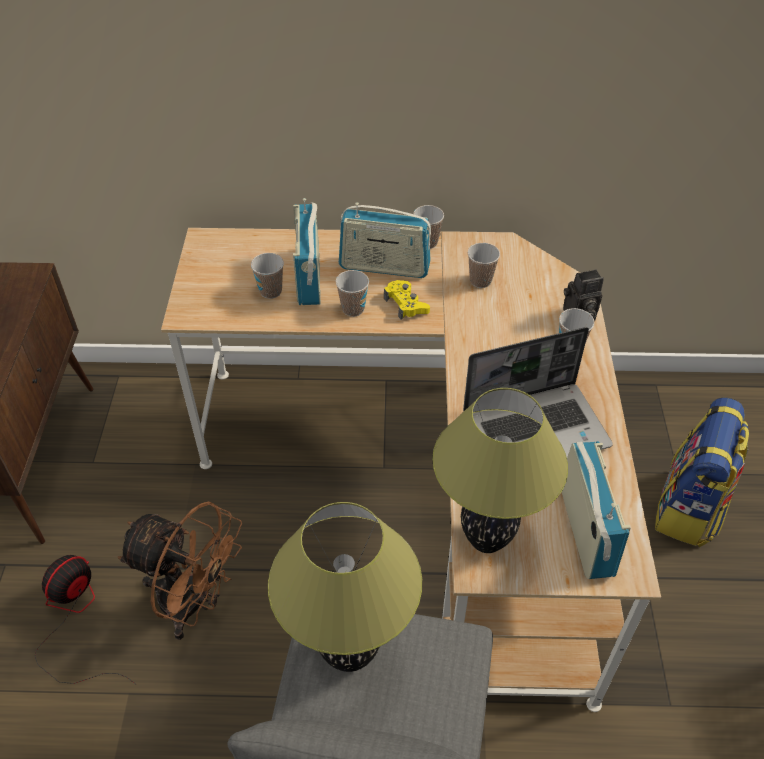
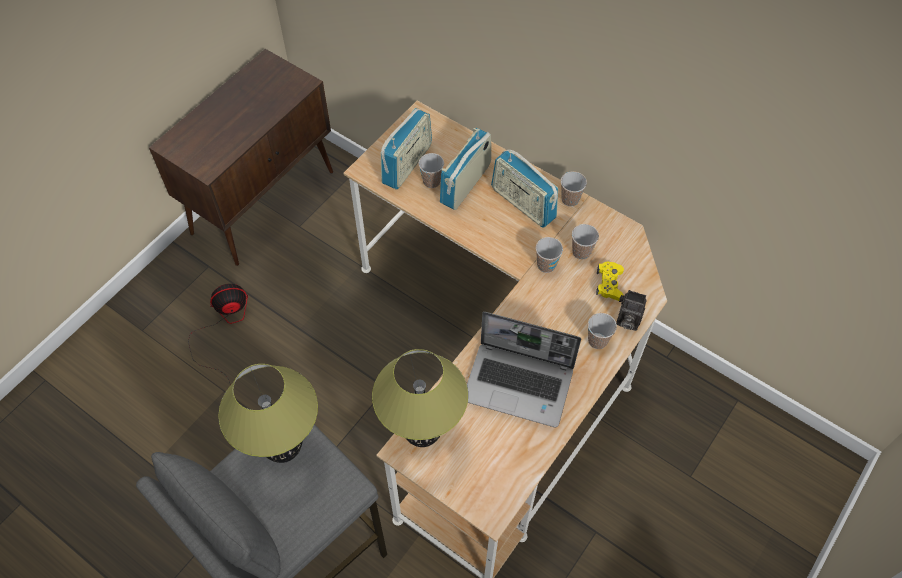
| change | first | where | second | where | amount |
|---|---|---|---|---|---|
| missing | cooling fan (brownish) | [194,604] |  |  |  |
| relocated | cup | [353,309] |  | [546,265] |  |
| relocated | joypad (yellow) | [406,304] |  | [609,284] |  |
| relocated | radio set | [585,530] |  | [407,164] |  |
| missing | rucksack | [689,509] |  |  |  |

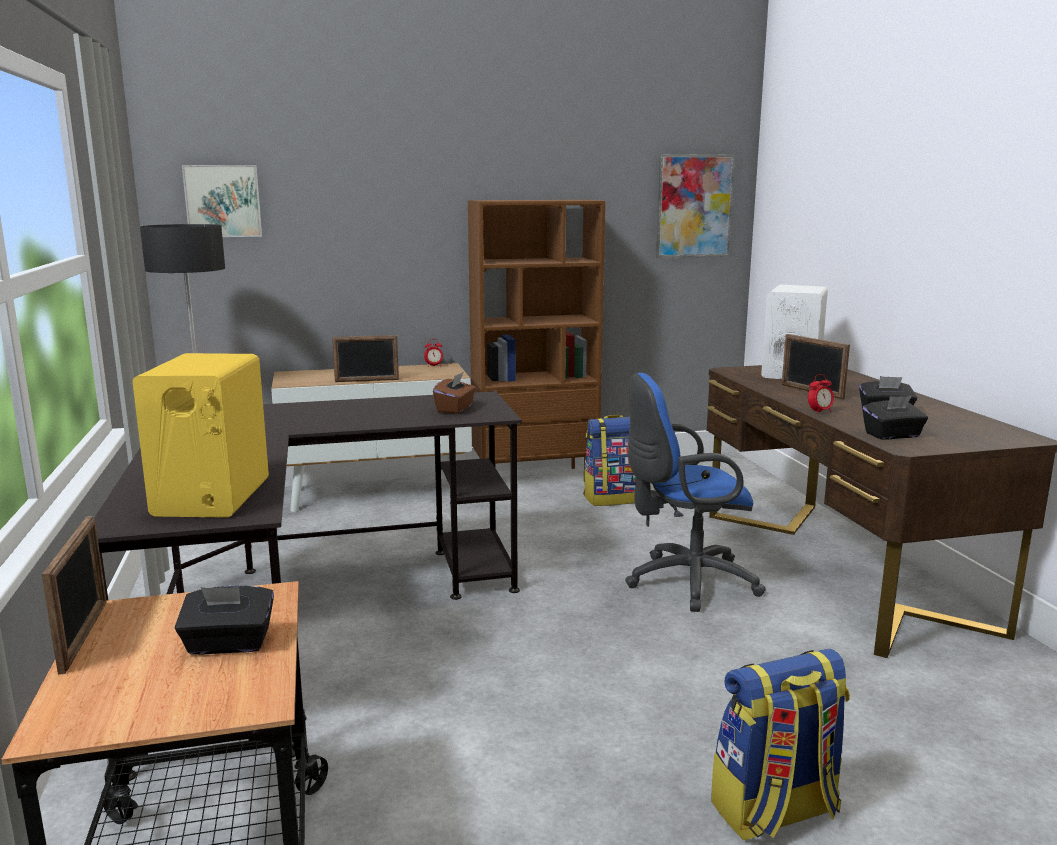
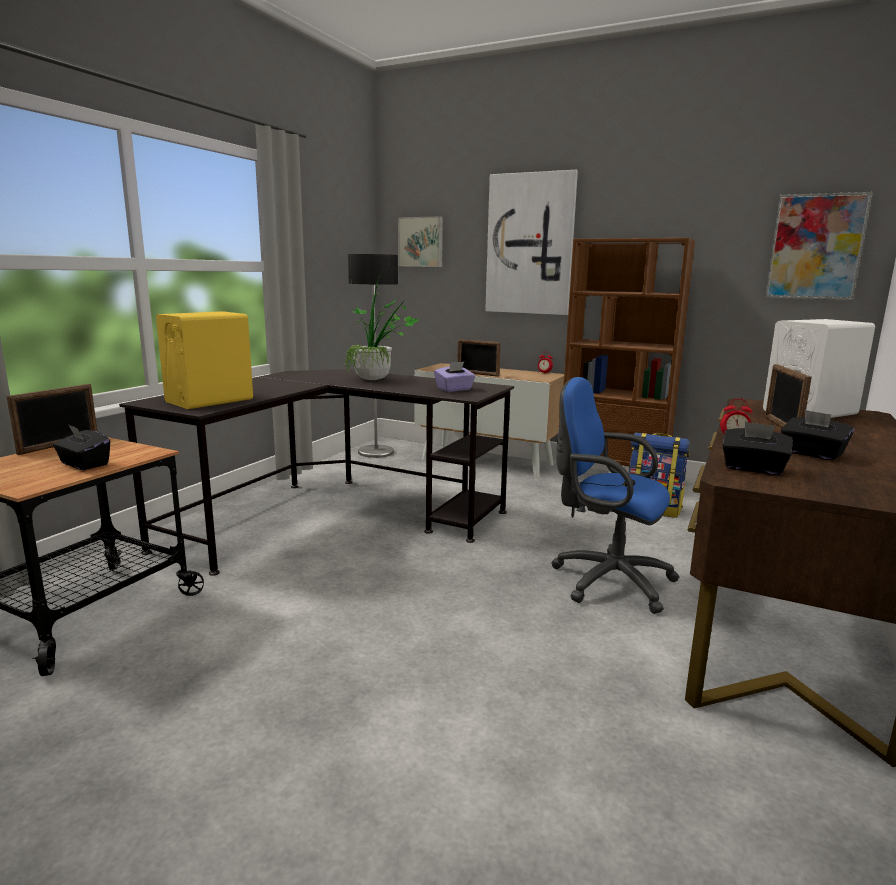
| change | first | where | second | where | amount |
|---|---|---|---|---|---|
| colour | box of tissues (brownish) | [455,409] | box of tissues (purple-coloured) | [454,389] |  |
| missing | rucksack | [775,811] |  |  |  |
| appeared |  |  | houseplant | [378,380] |  |
| appeared |  |  | wall art | [530,244] |  |

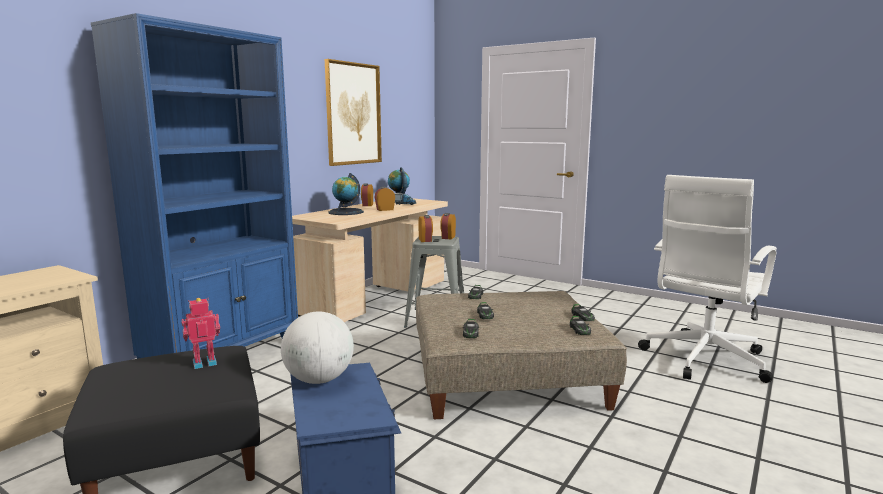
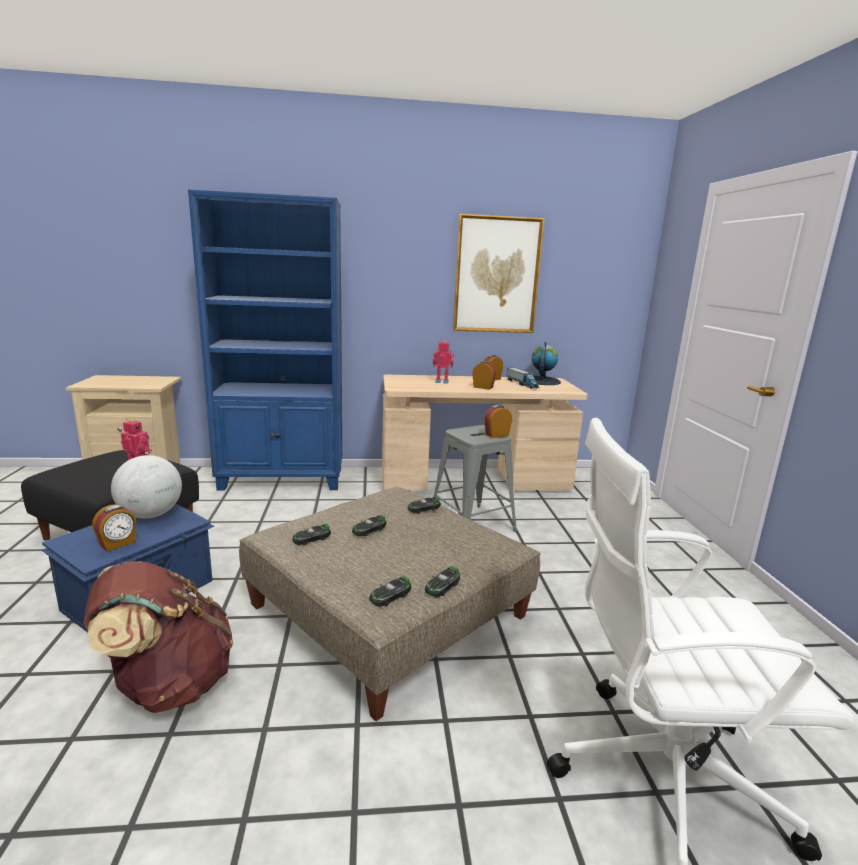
| change | first | where | second | where | amount |
|---|---|---|---|---|---|
| exchanged | desk globe | [346,212] | model robot | [442,381] |  |
| relocated | alarm clock | [425,240] |  | [117,544] |  |
| appeared |  |  | rucksack (brownish) | [168,684] |  |

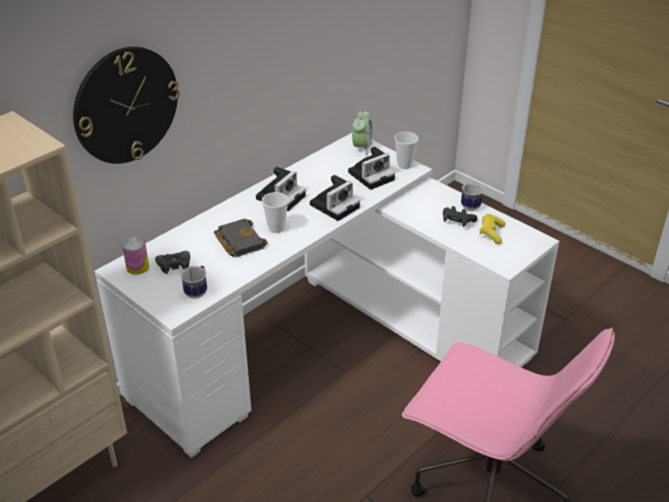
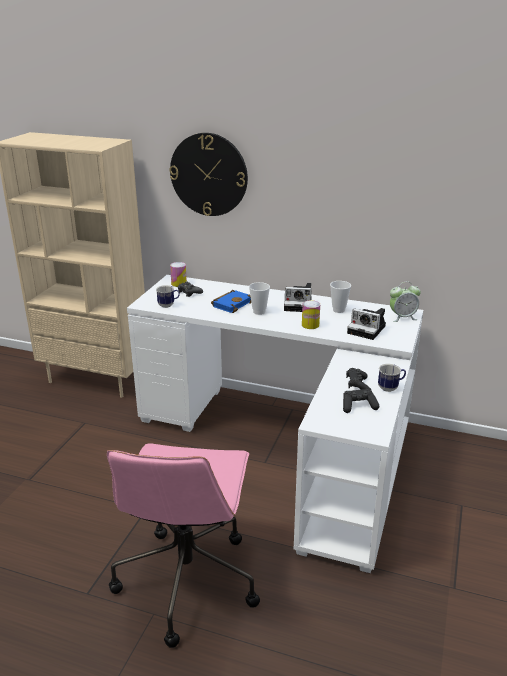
| change | first | where | second | where | amount |
|---|---|---|---|---|---|
| colour | volume (black) | [238,241] | volume (blue-coloured) | [232,304] |  |
| exchanged | photo camera | [335,205] | metal can | [310,325] |  |
| relocated | cup | [404,165] |  | [338,310] |  |
| colour | joypad (yellow) | [491,233] | joypad (black) | [358,406] |  |

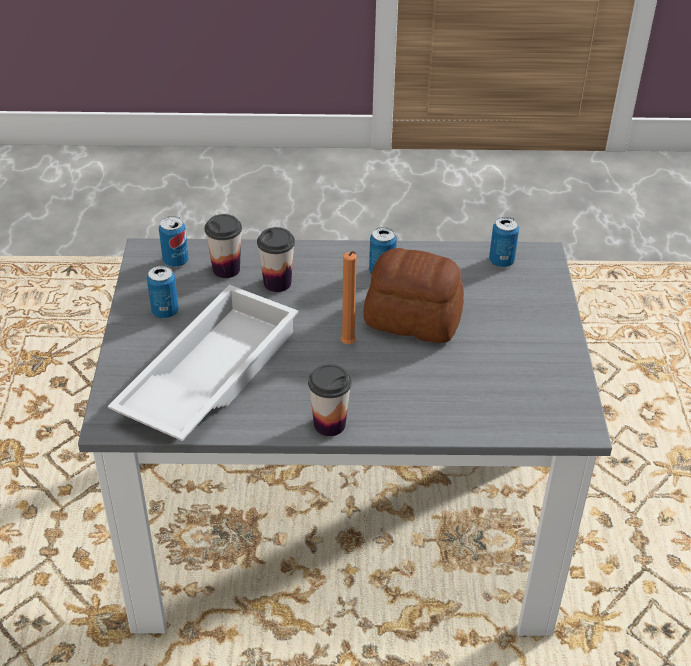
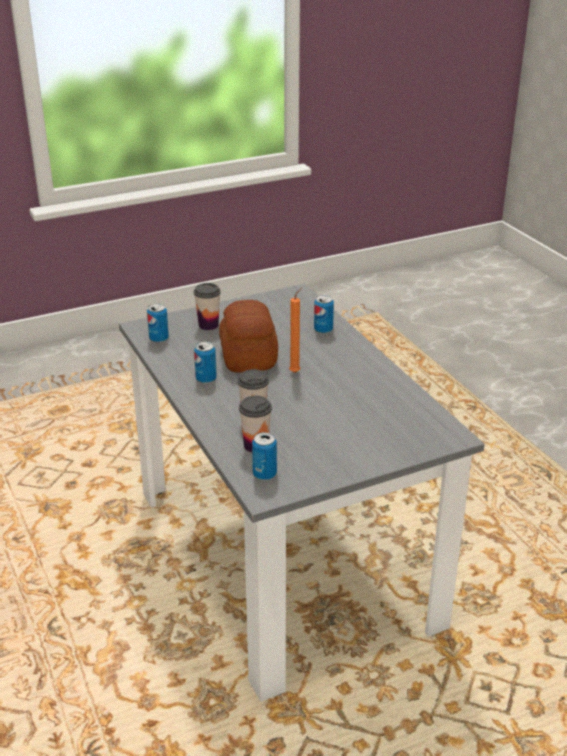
| change | first | where | second | where | amount |
|---|---|---|---|---|---|
| missing | carrying tray (white) | [208,374] |  |  |  |
| relocated | metal can | [165,311] |  | [323,330] |  |
| relocated | cup | [329,424] |  | [208,325] |  |

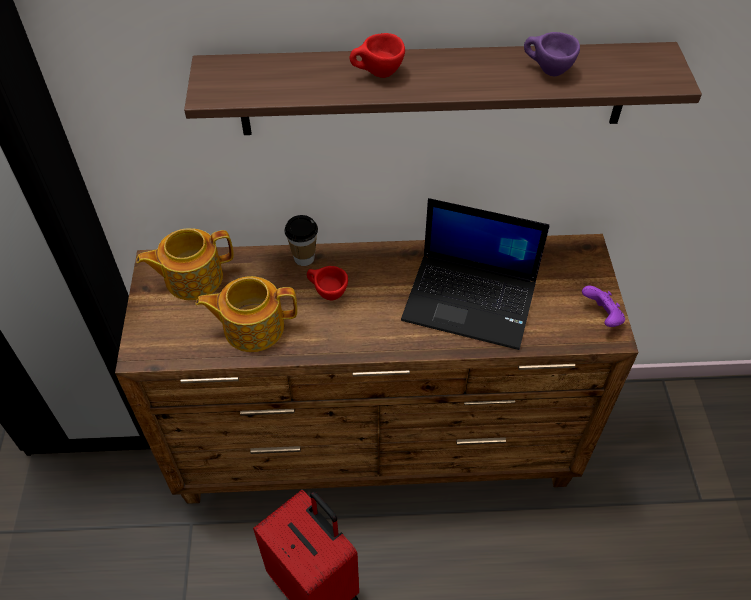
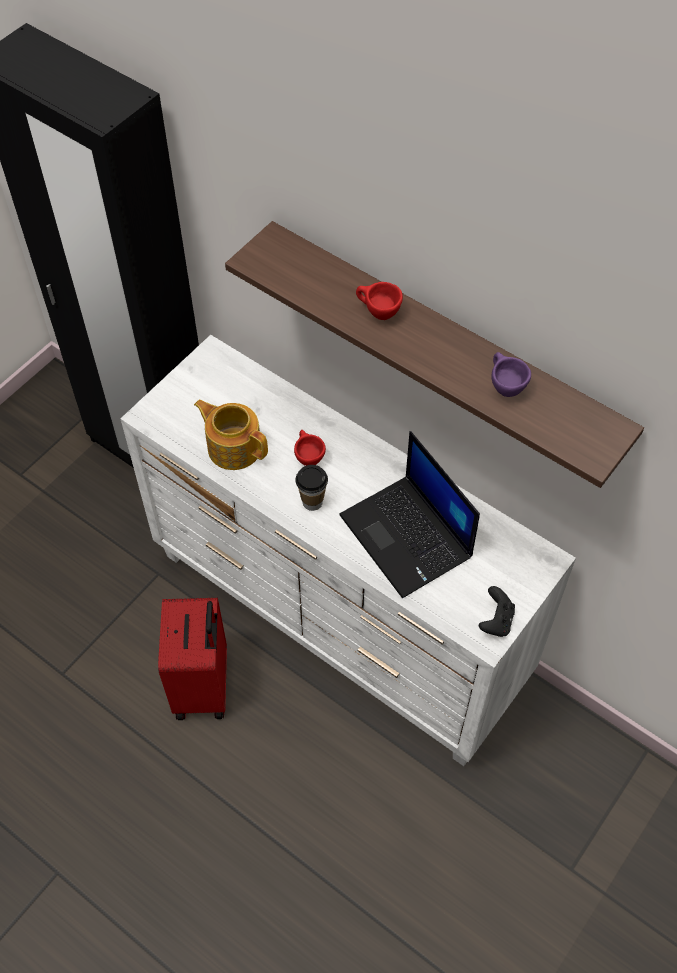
| change | first | where | second | where | amount |
|---|---|---|---|---|---|
| colour | drawer chest (brownish) | [377,448] | drawer chest (white) | [340,620] |  |
| missing | teapot | [192,278] |  |  |  |
| relocated | cup | [304,258] |  | [312,502] |  |
| colour | joypad (purple-coloured) | [602,317] | joypad (black) | [496,621] |  |

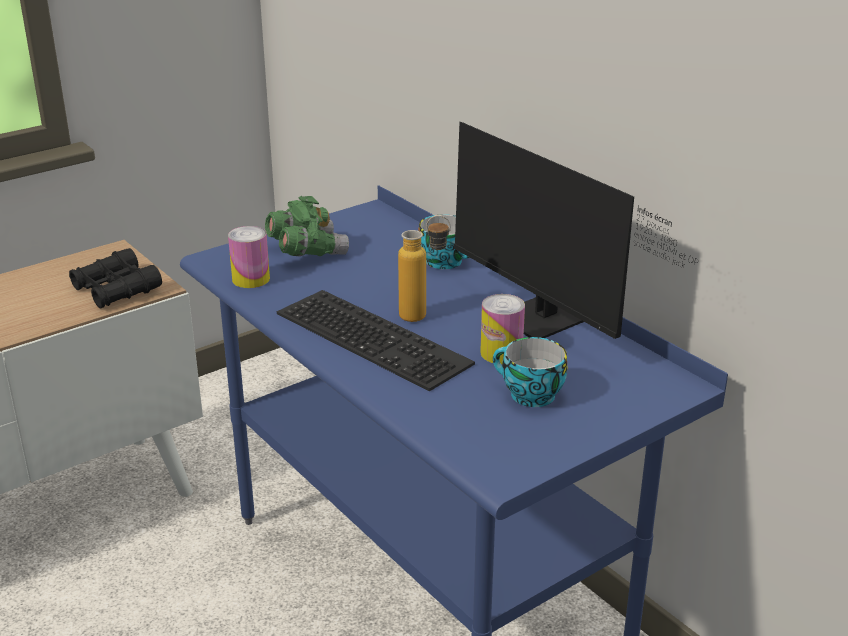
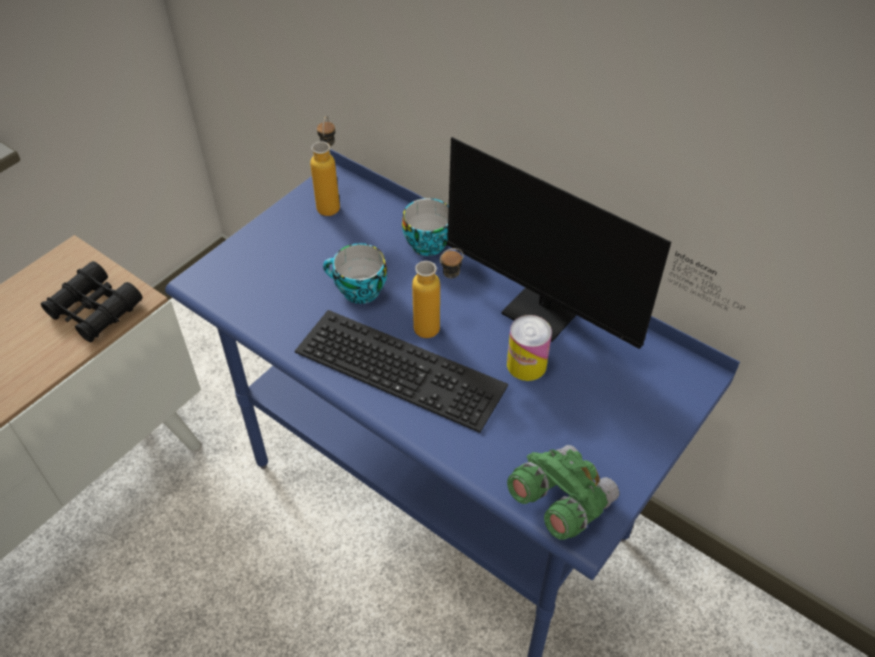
| change | first | where | second | where | amount |
|---|---|---|---|---|---|
| missing | metal can | [251,279] |  |  |  |
| relocated | binoculars (greenish) | [306,251] |  | [559,501] |  |
| relocated | cup | [529,395] |  | [358,291] |  |
| appeared |  |  | beverage bottle | [330,202] |  |

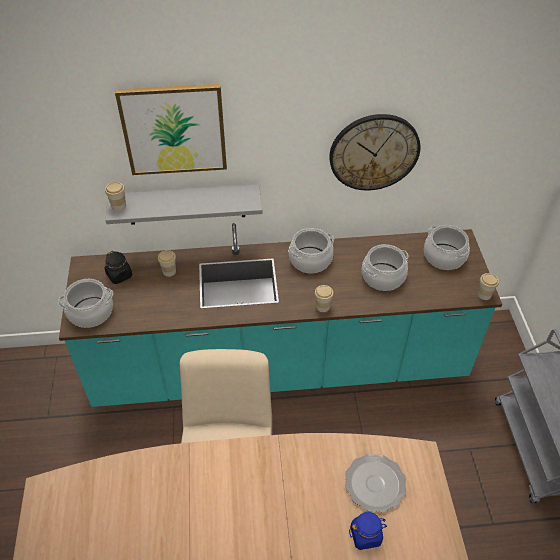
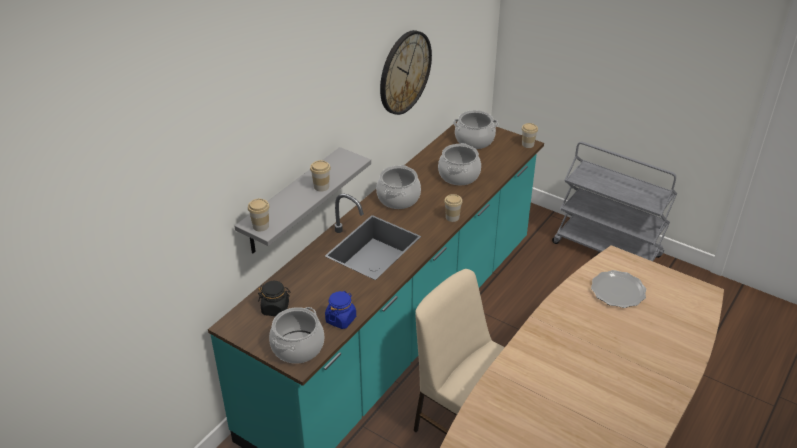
| change | first | where | second | where | amount |
|---|---|---|---|---|---|
| missing | wall art | [174,129] |  |  |  |
| relocated | cup | [169,271] |  | [321,187] |  |
| relocated | storage jar (blue-coloured) | [366,535] |  | [341,319] |  |

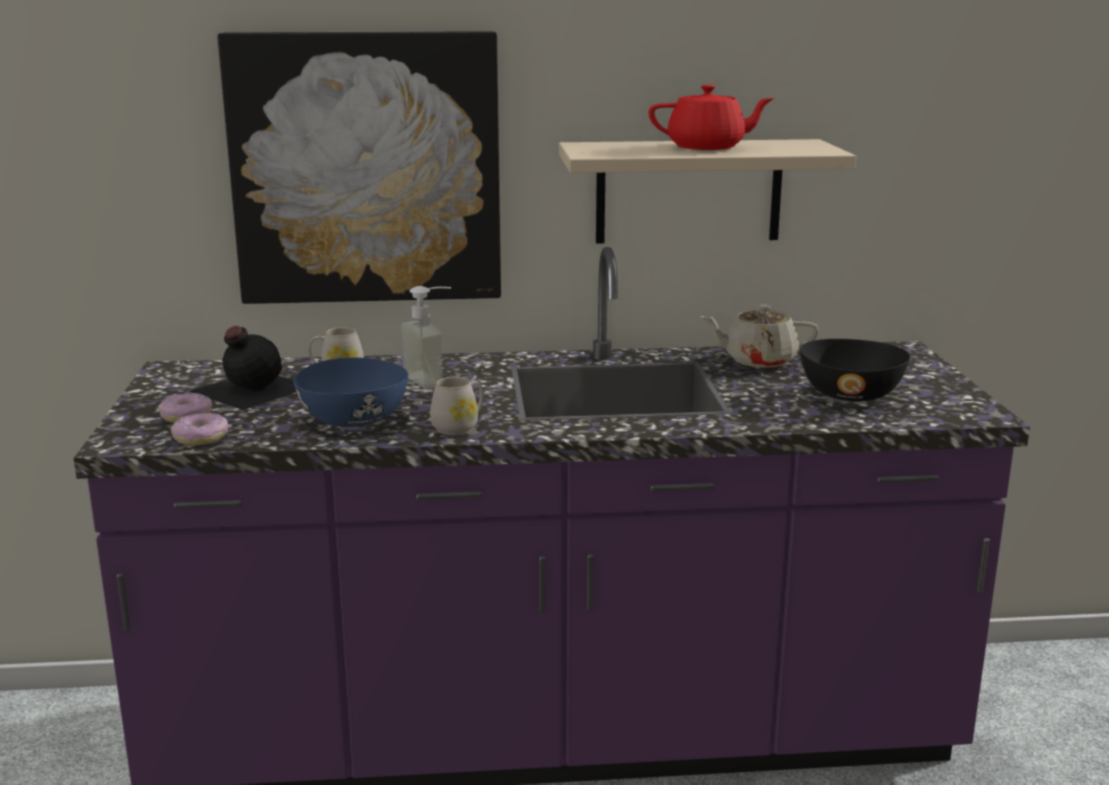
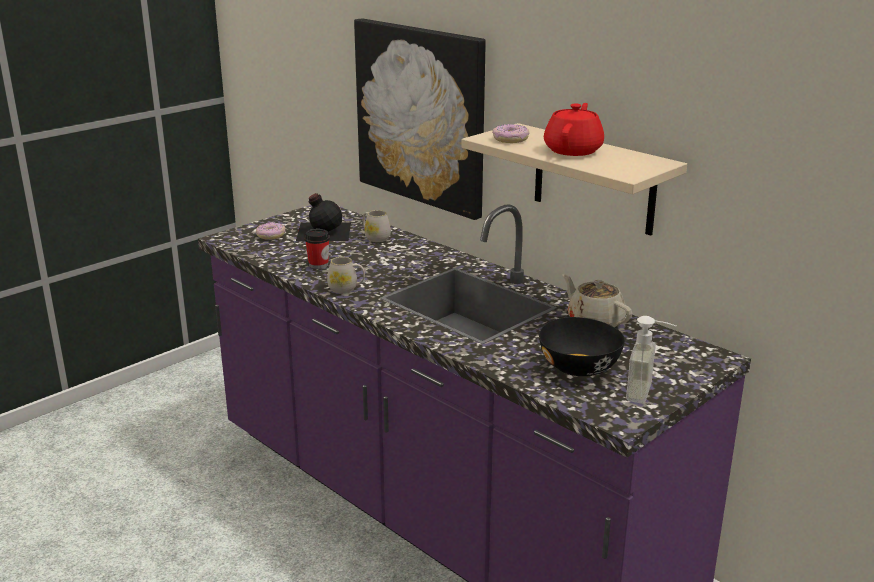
| change | first | where | second | where | amount |
|---|---|---|---|---|---|
| relocated | doughnut | [201,437] |  | [510,139] |  |
| exchanged | serving bowl (blue-coloured) | [352,420] | cup | [318,265] |  |
| relocated | soap dispenser | [433,379] |  | [648,393] |  |
| spun | teapot (red-coloured) | [707,147] |  | [573,150] | 120 degrees counterclockwise |

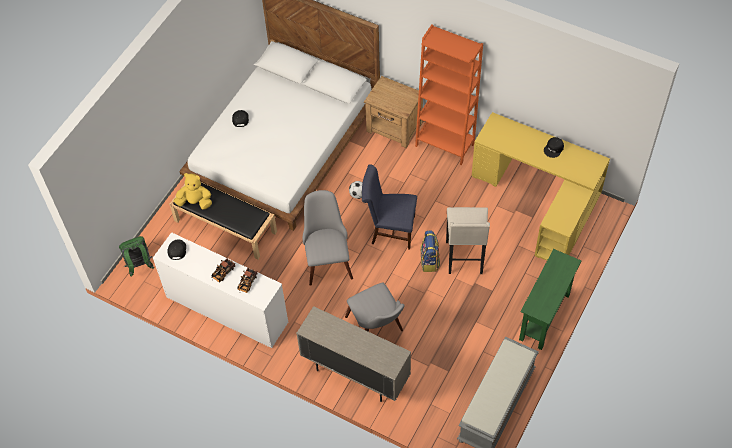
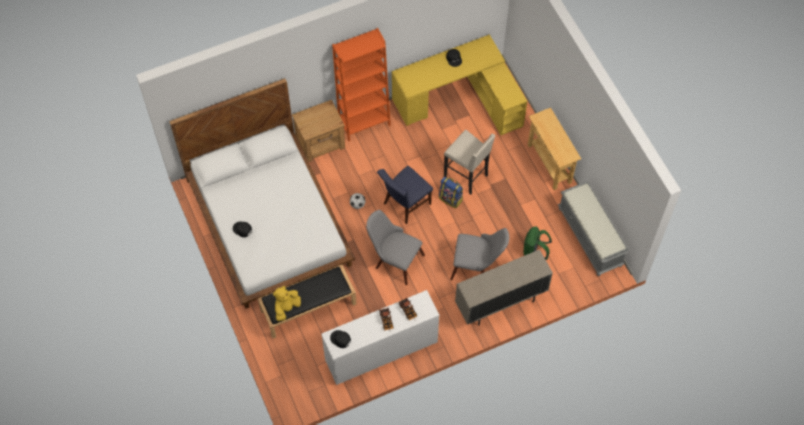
| change | first | where | second | where | amount |
|---|---|---|---|---|---|
| relocated | rucksack (greenish) | [139,266] |  | [534,252] |  |
| colour | hall table (greenish) | [544,317] | hall table (beige-coloured) | [549,163] |  |

